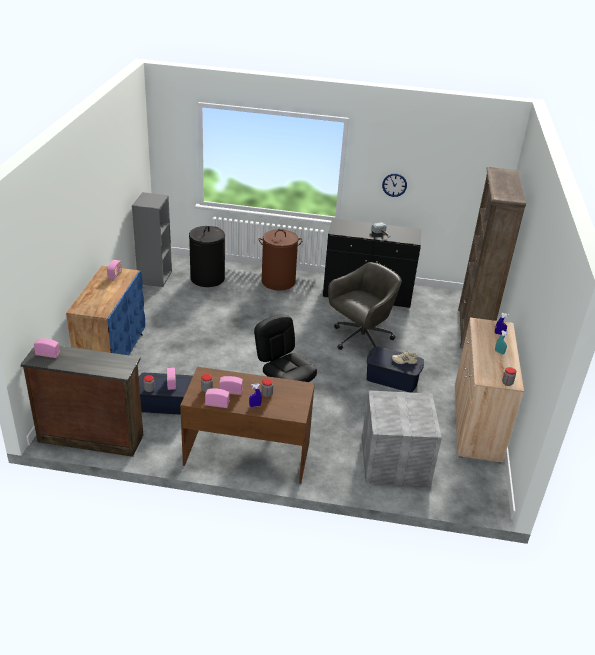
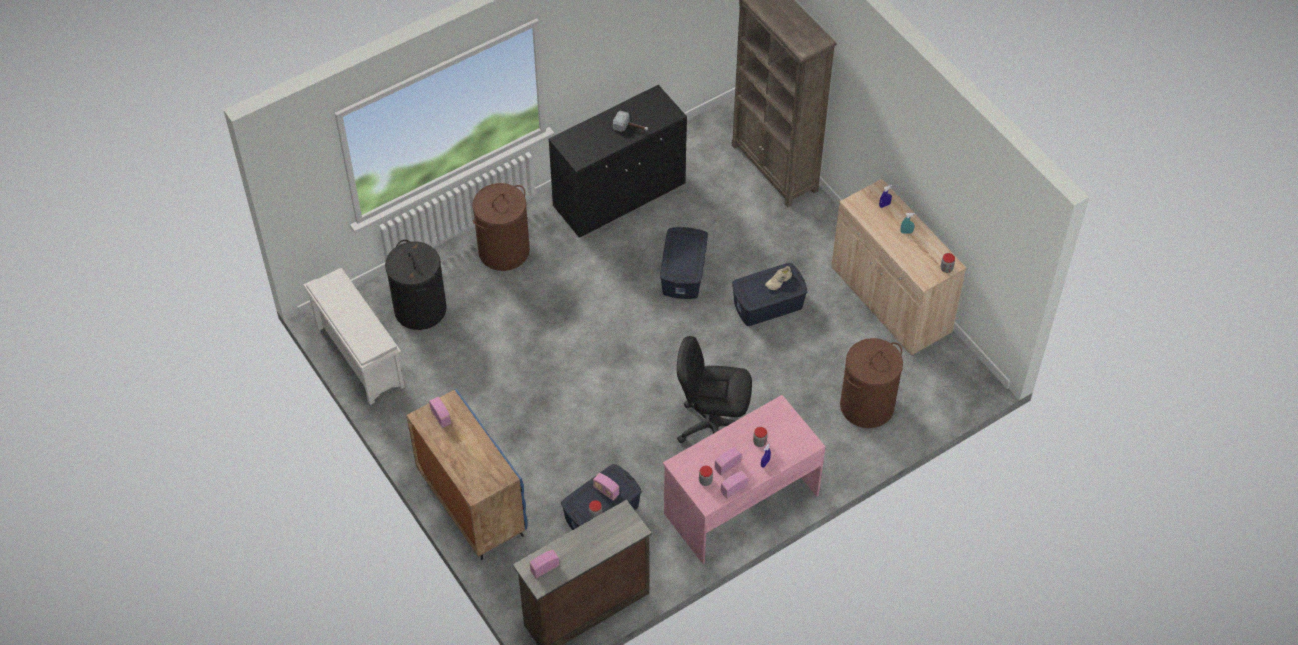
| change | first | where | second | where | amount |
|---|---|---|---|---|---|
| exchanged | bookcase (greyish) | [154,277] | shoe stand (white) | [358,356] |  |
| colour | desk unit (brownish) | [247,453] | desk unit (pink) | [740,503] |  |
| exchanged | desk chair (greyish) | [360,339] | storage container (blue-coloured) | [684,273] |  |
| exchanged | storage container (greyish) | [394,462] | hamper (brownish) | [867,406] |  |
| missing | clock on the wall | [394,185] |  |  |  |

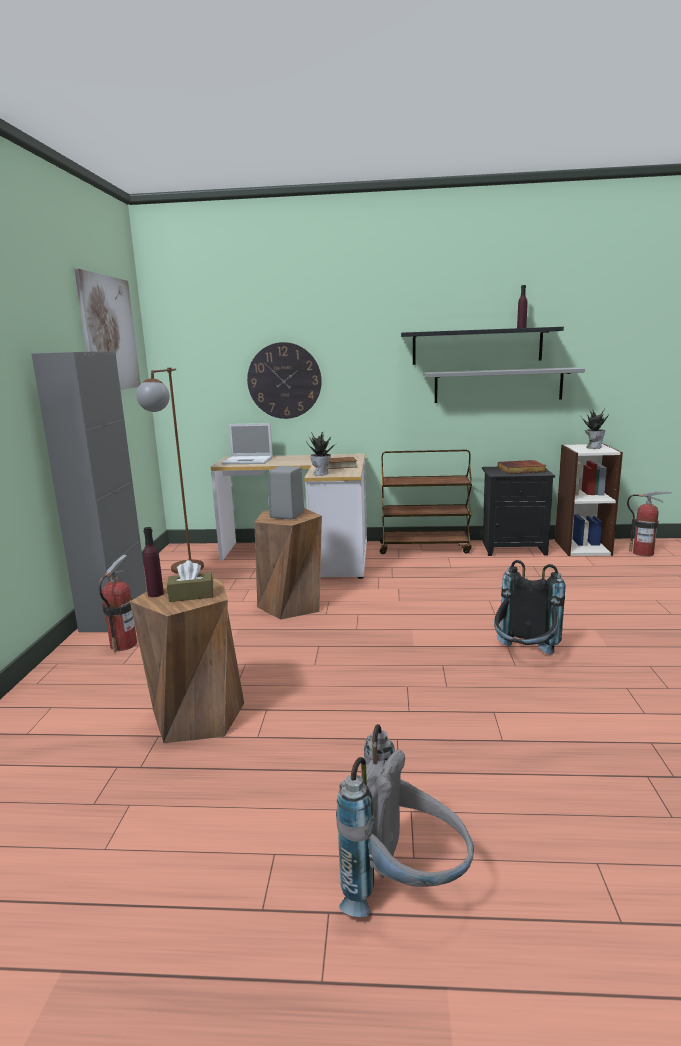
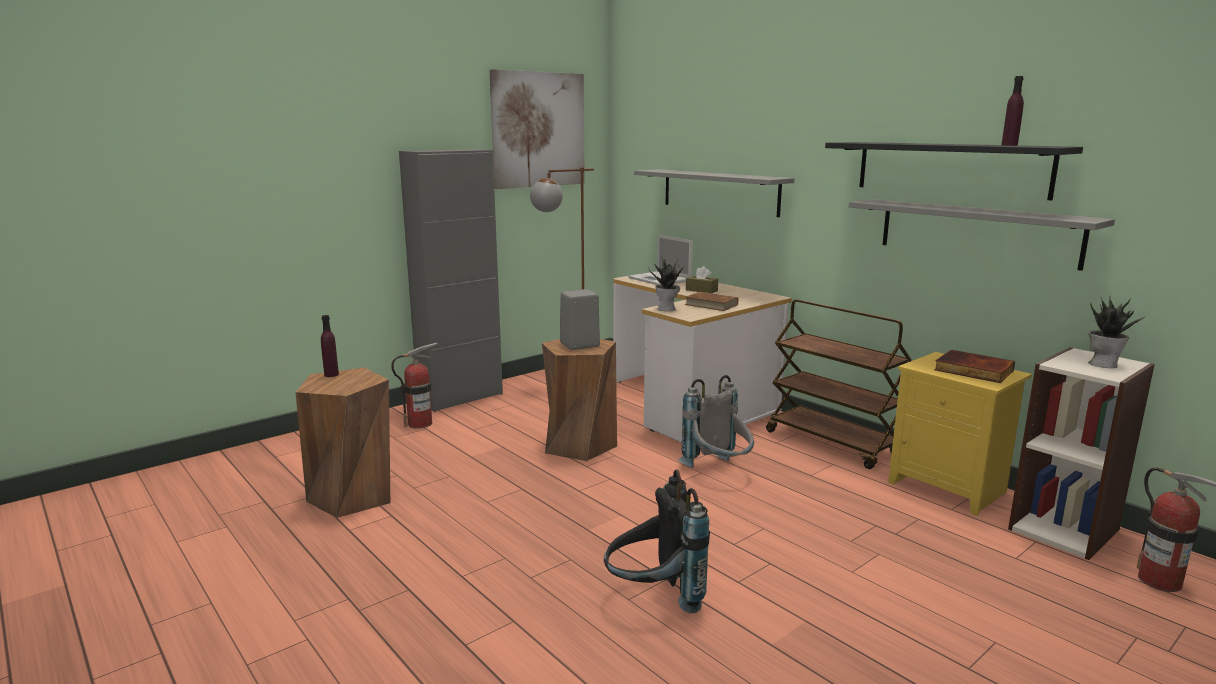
| change | first | where | second | where | amount |
|---|---|---|---|---|---|
| relocated | box of tissues (brownish) | [191,595] |  | [701,290] |  |
| exchanged | clock on the wall | [284,380] | wall shelf (greyish) | [719,192] |  |
| relocated | rucksack (greyish) | [406,889] |  | [718,471] |  |
| colour | nightstand (black) | [514,548] | nightstand (yellow) | [950,488] |  |

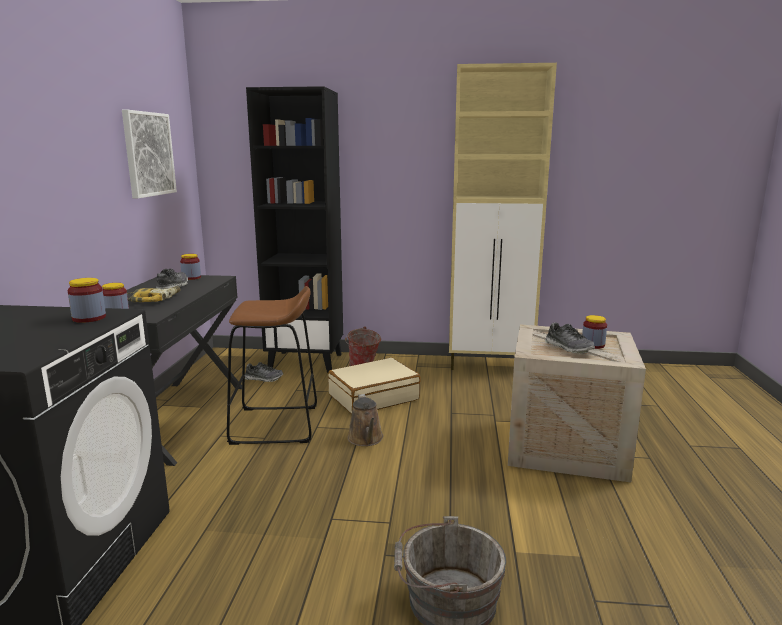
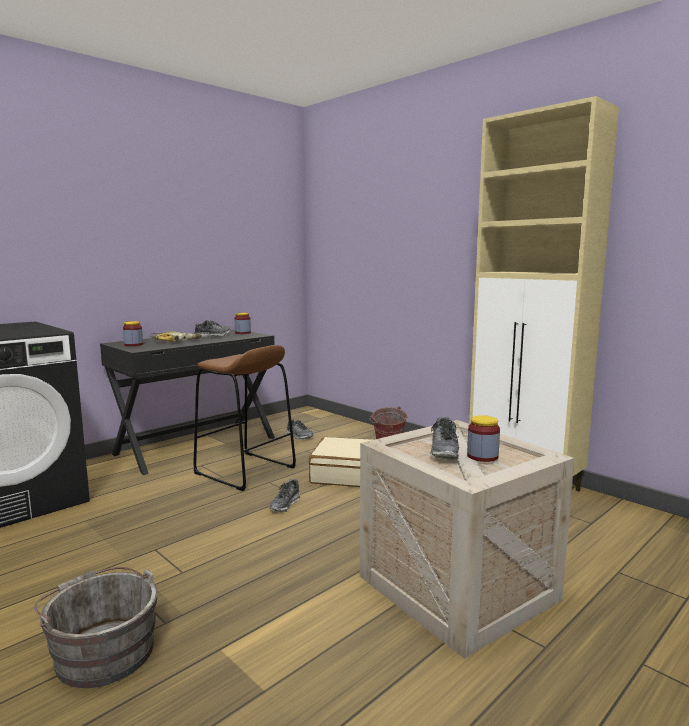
| change | first | where | second | where | amount |
|---|---|---|---|---|---|
| missing | storage jar | [89,318] |  |  |  |
| missing | wall art | [148,154] |  |  |  |
| missing | bookcase (black) | [306,362] |  |  |  |
| exchanged | watering pot (brownish) | [366,439] | shoe | [285,504] |  |

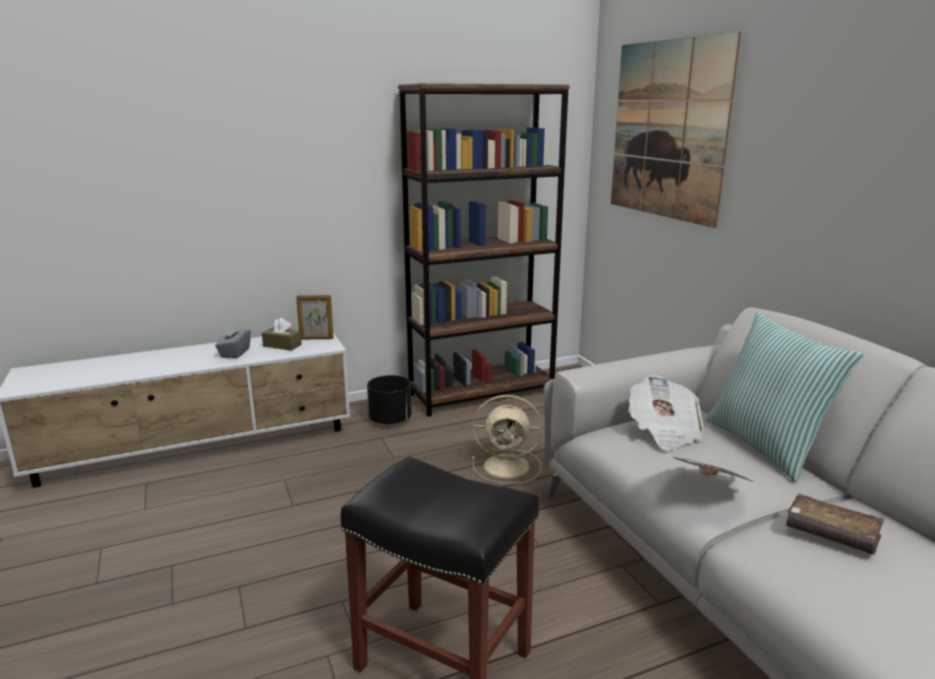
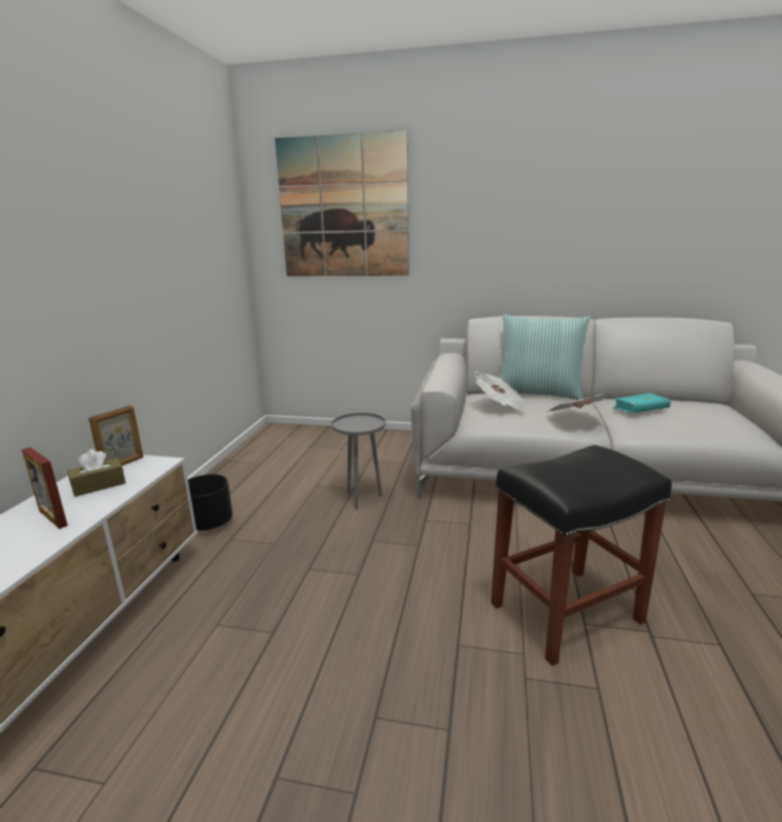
| change | first | where | second | where | amount |
|---|---|---|---|---|---|
| exchanged | box of tissues (greyish) | [234,353] | picture frame | [53,518] |  |
| missing | bookcase (brownish) | [482,393] |  |  |  |
| exchanged | cooling fan (beige-coloured) | [508,466] | end table (greyish) | [362,498] |  |
| colour | volume (brownish) | [831,534] | volume (turquoise) | [640,410] |  |

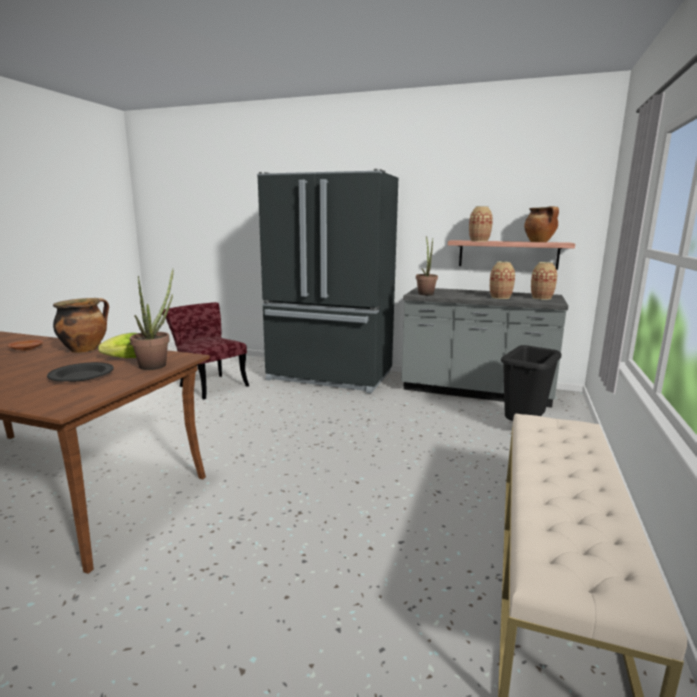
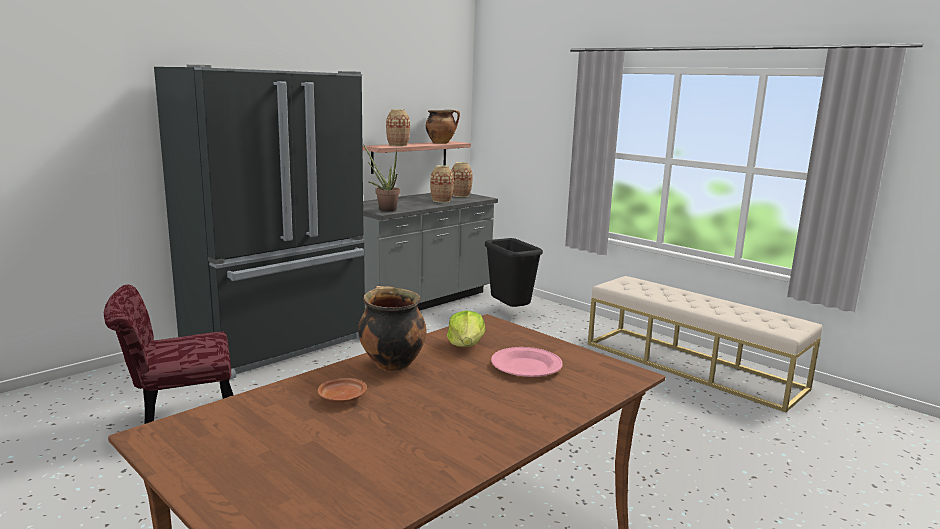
| change | first | where | second | where | amount |
|---|---|---|---|---|---|
| colour | plate (black) | [82,376] | plate (pink) | [526,366] |  |
| missing | houseplant | [157,364] |  |  |  |

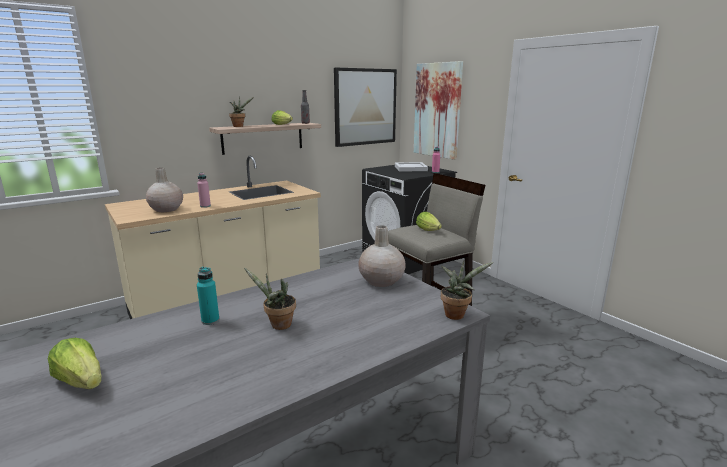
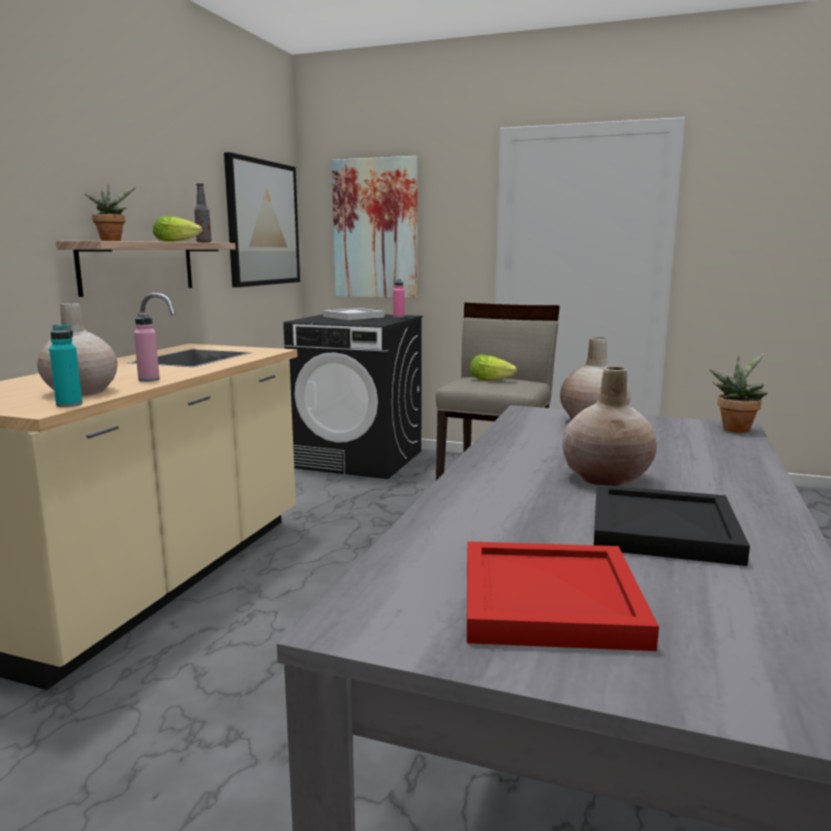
| change | first | where | second | where | amount |
|---|---|---|---|---|---|
| exchanged | lettuce | [81,381] | carrying tray (red-coloured) | [546,599] |  |
| relocated | beverage bottle (turquoise) | [210,320] |  | [69,404] |  |
| exchanged | houseplant | [278,325] | vase (beige-coloured) | [607,478] |  |
| appeared |  |  | carrying tray (black) | [660,530] |  |

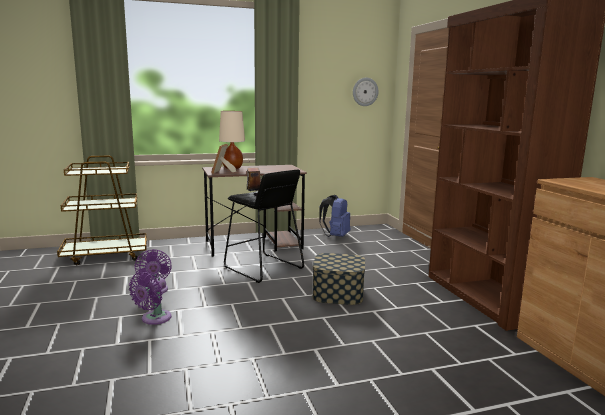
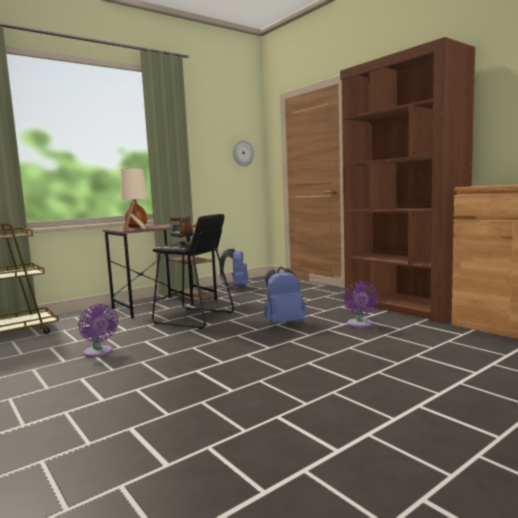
| change | first | where | second | where | amount |
|---|---|---|---|---|---|
| relocated | cooling fan (purple-coloured) | [154,319] |  | [360,324] |  |
| exchanged | storage container | [338,293] | rucksack (blue-coloured) | [284,323] |  |

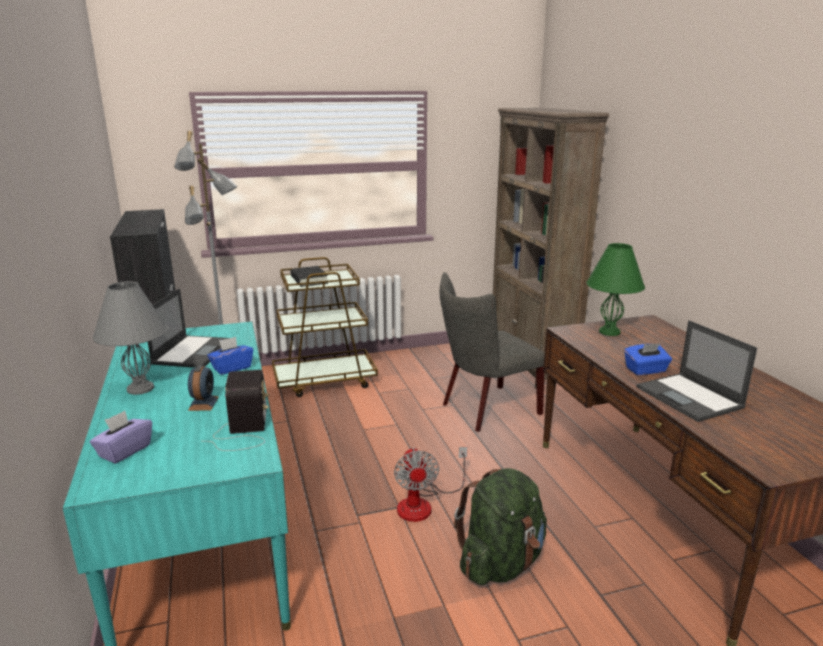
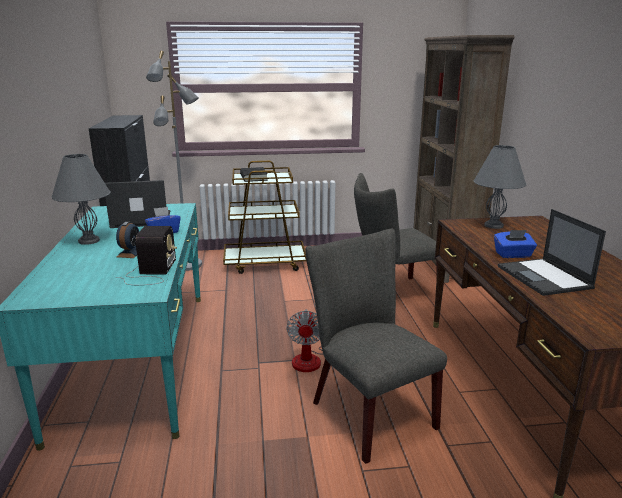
| change | first | where | second | where | amount |
|---|---|---|---|---|---|
| missing | box of tissues (purple-coloured) | [124,451] |  |  |  |
| spun | laptop | [193,351] |  | [140,220] | 120 degrees counterclockwise |
| exchanged | rucksack (greenish) | [501,563] | plain chair (greyish) | [366,411] |  |
| colour | tabletop lamp (greenish) | [609,332] | tabletop lamp (greyish) | [494,225] |  |

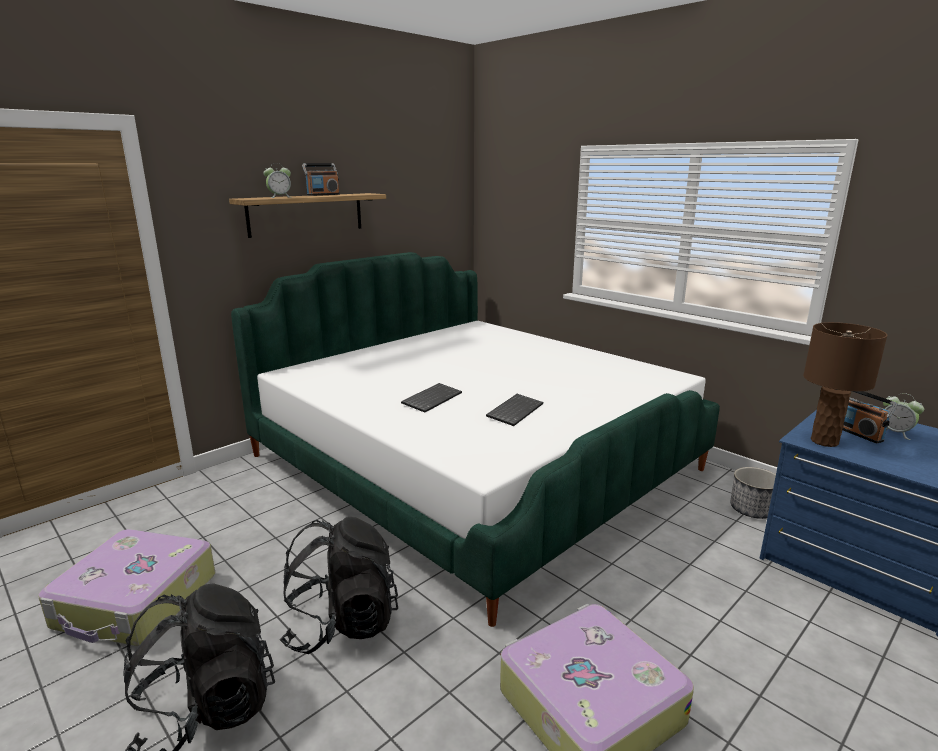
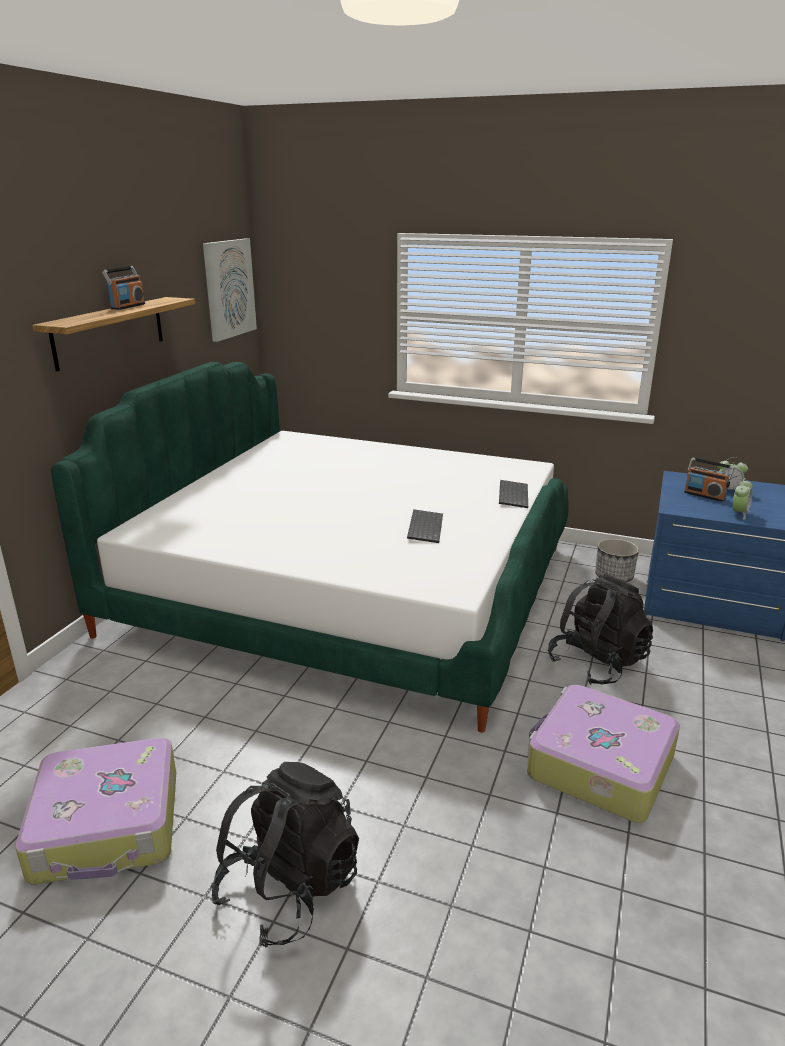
| change | first | where | second | where | amount |
|---|---|---|---|---|---|
| relocated | alarm clock | [279,197] |  | [739,513] |  |
| relocated | rucksack (black) | [341,623] |  | [597,663] |  |
| relocated | PC keyboard | [431,398] |  | [512,495] |  |
| missing | tabletop lamp (brownish) | [825,441] |  |  |  |
| appeared |  |  | wall art | [229,289] |  |

